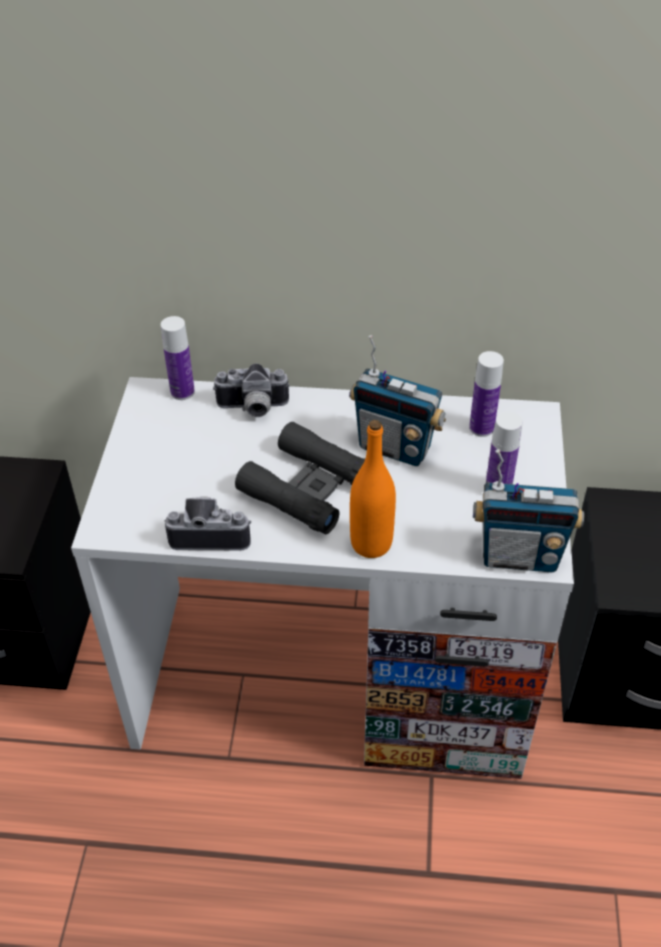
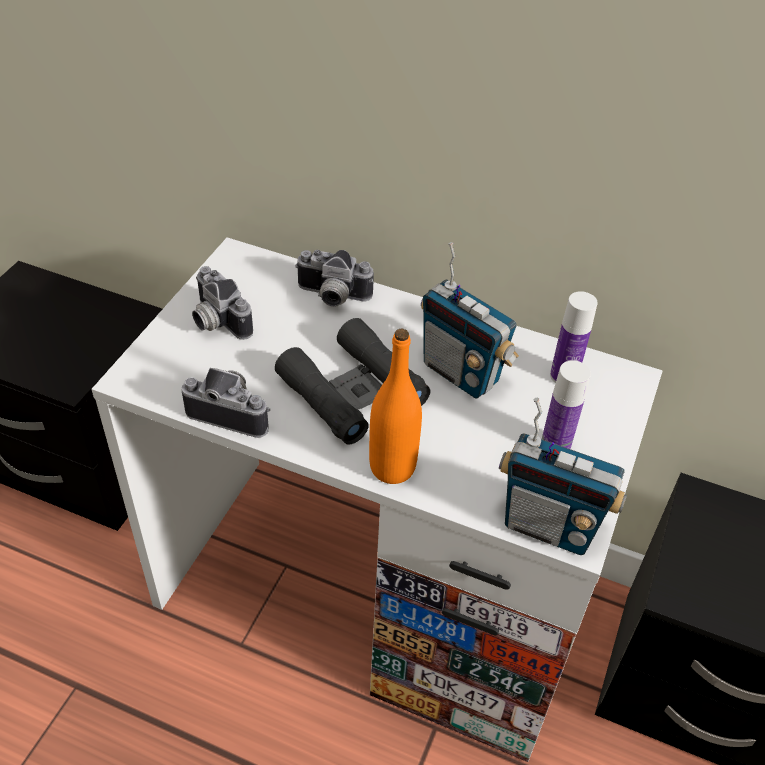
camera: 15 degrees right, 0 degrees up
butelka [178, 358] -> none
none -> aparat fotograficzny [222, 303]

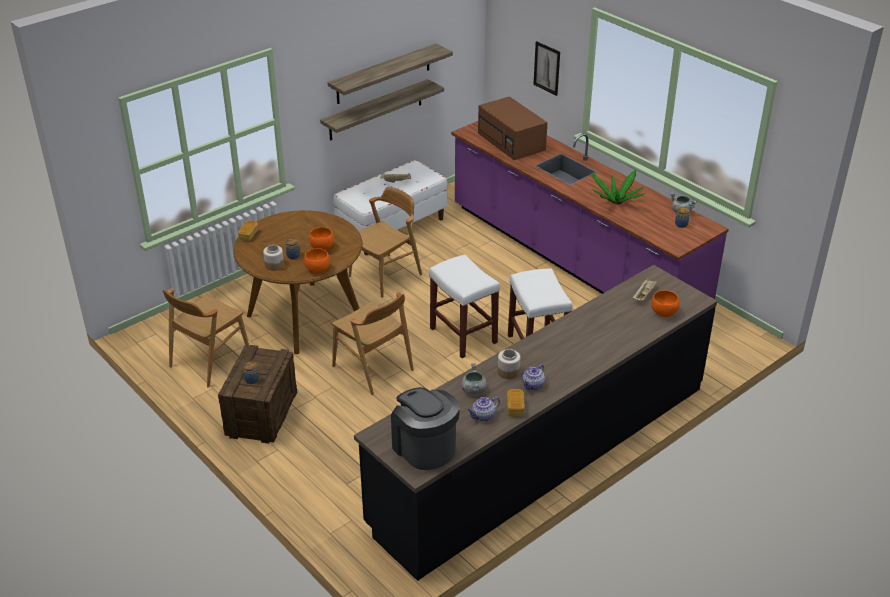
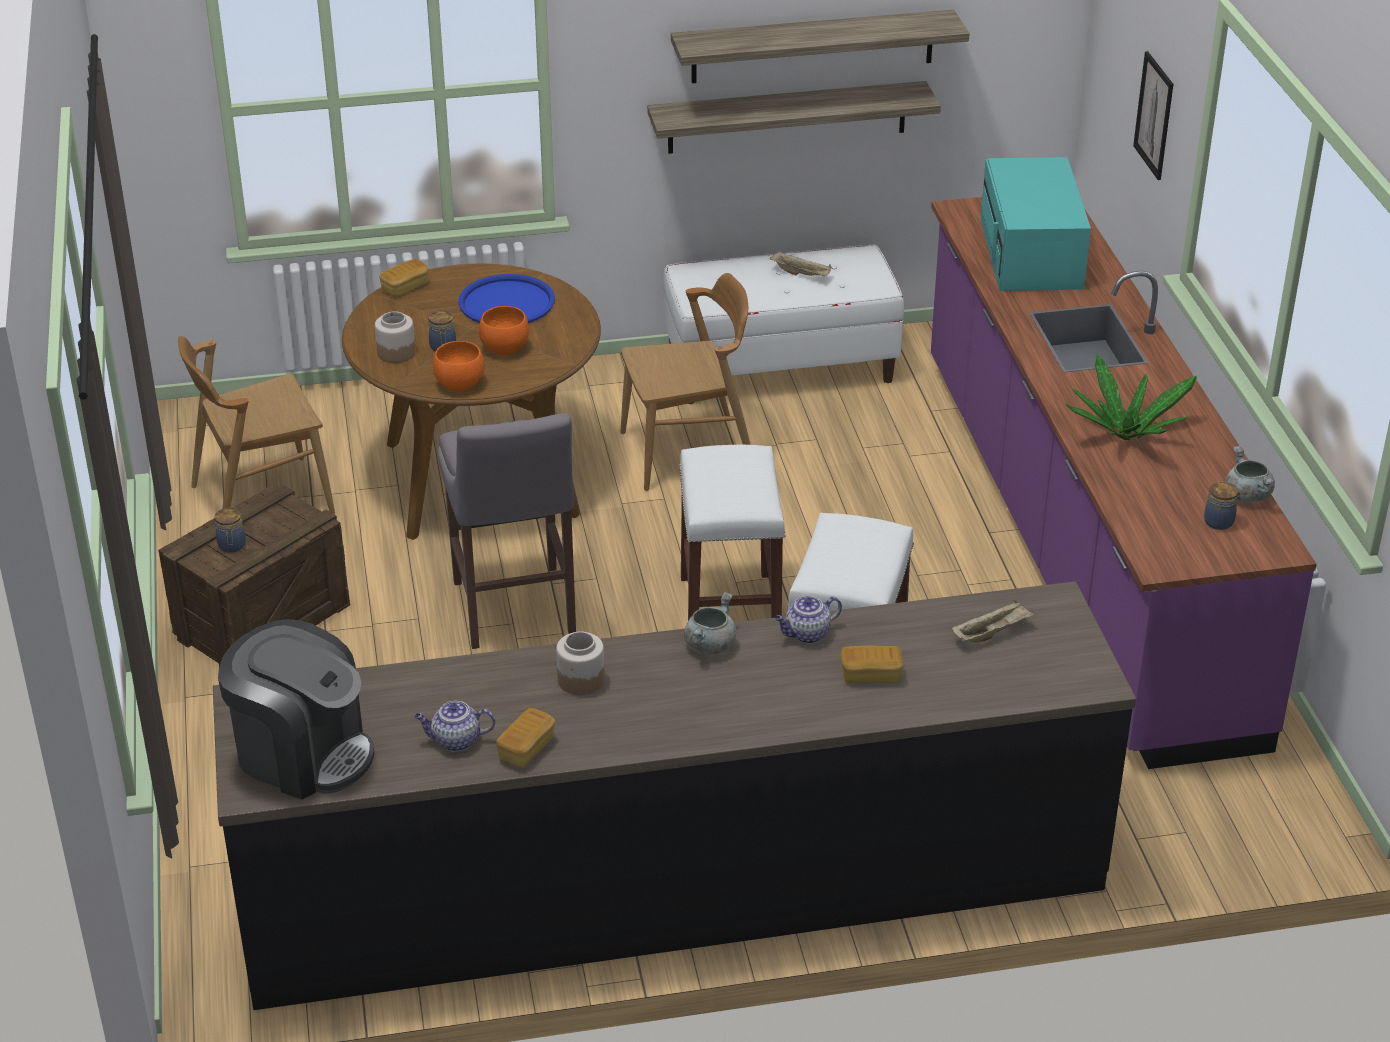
camera: 30 degrees right, 0 degrees up
miska/pomarańczowy [665, 303] -> none
none -> taca/niebieski [506, 298]
none -> chleb [872, 664]
garnek/szary [474, 379] -> garnek/szary [710, 623], moved
imbryk [533, 377] -> imbryk [808, 620], moved
krzesło/brązowy [373, 344] -> stołek/szary [507, 531]
mikrofalówka/brązowy [513, 128] -> mikrofalówka/turkusowy [1036, 224]
ekspres do kawy [425, 428] -> ekspres do kawy [296, 709], 120 degrees clockwise

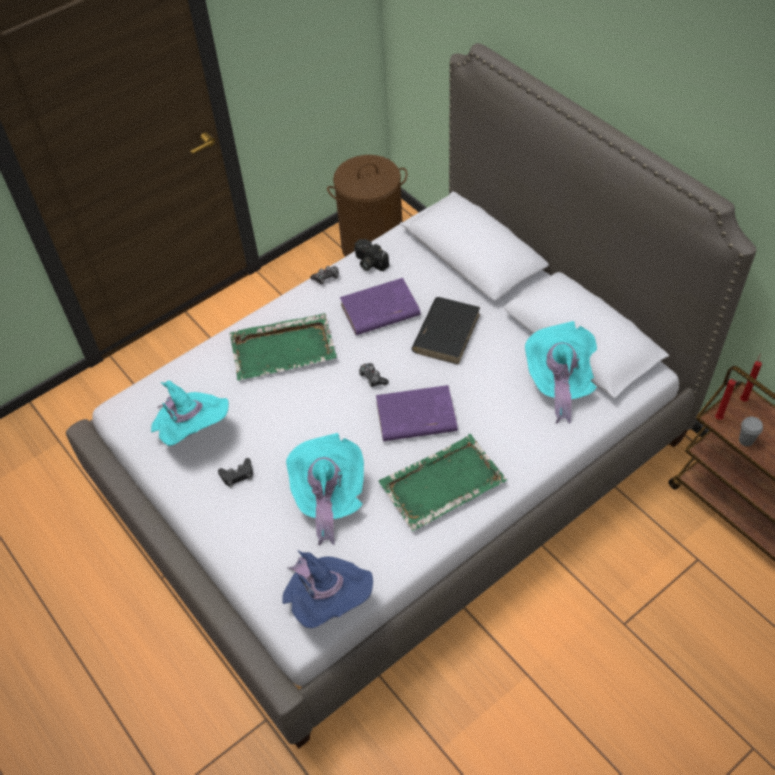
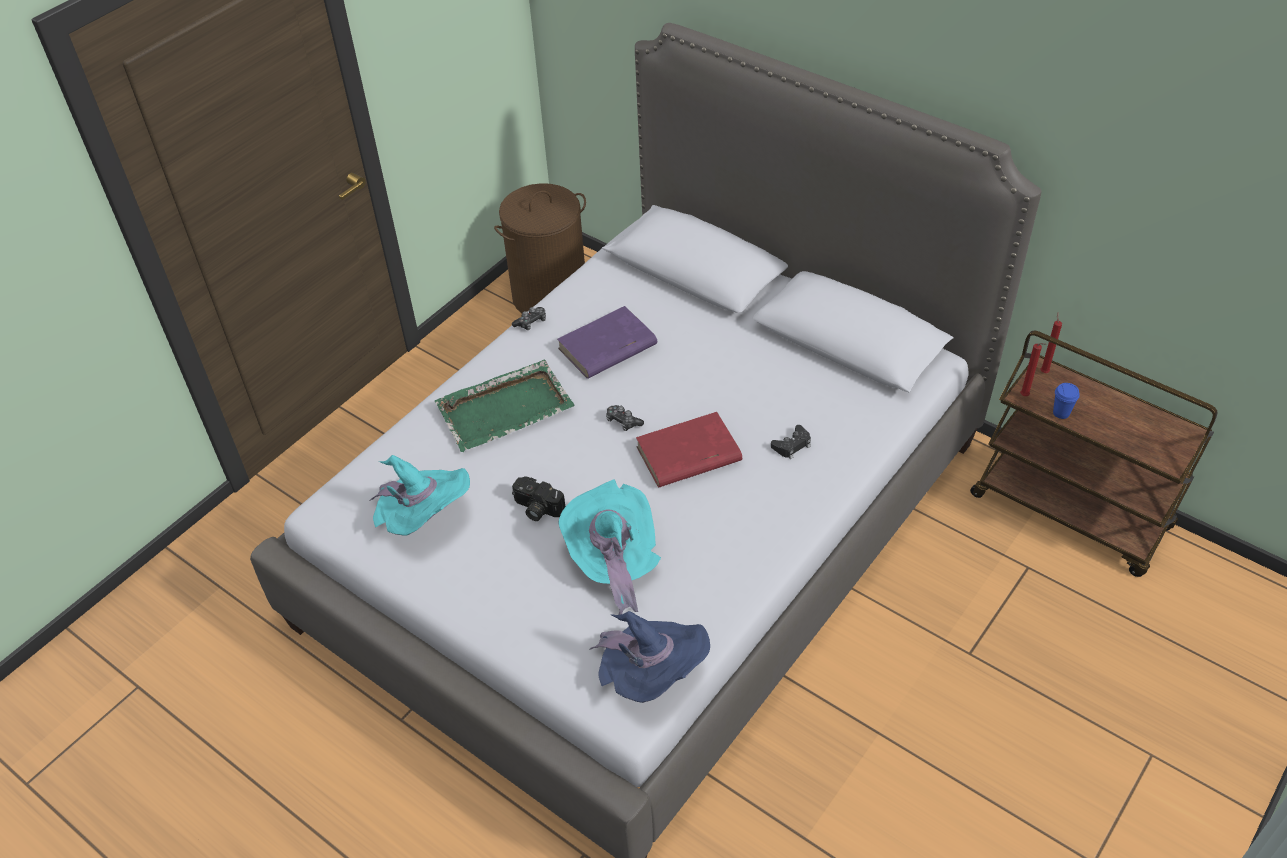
camera: 15 degrees left, 5 degrees down
taca/zielony [442, 482] -> none
książka/czarny [446, 331] -> none
kapelusz/turkusowy [561, 372] -> none
pad do gier/czarny [235, 473] -> pad do gier/czarny [791, 442], moved
aparat fotograficzny [371, 255] -> aparat fotograficzny [538, 498], moved
książka/fioletowy [417, 413] -> książka/czerwony [689, 449]
filiżanka/szary [751, 431] -> filiżanka/niebieski [1066, 401]

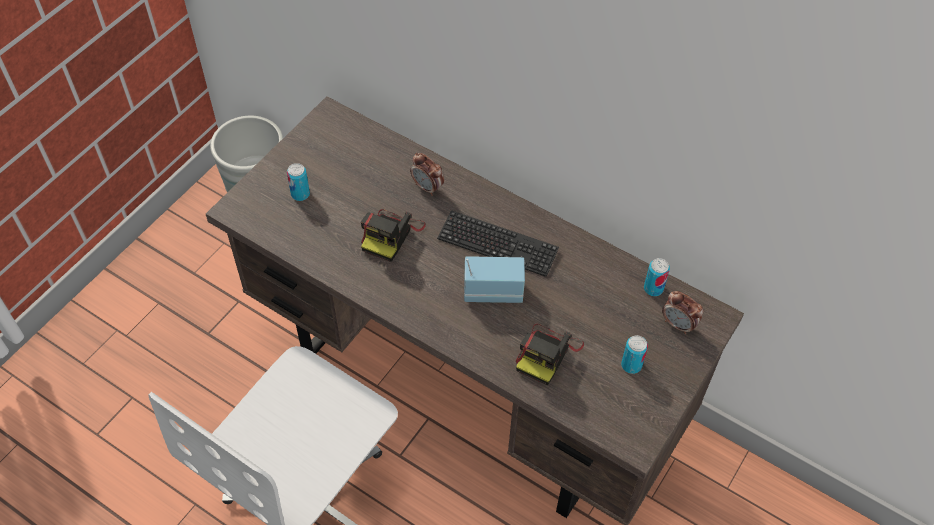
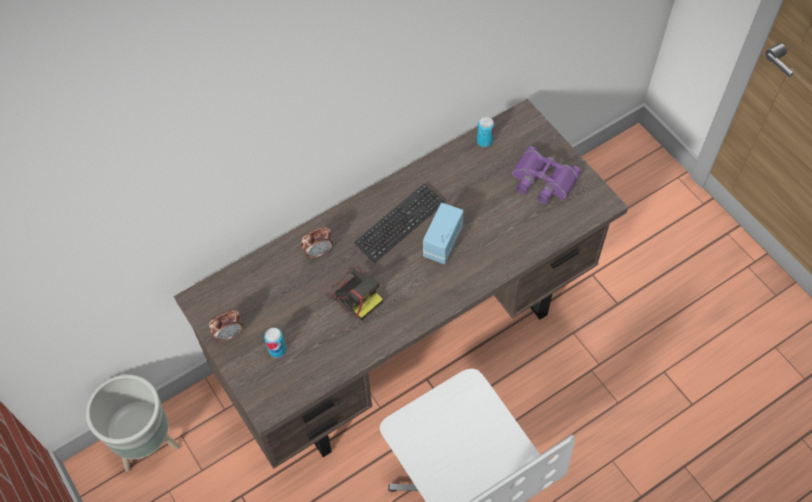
camera: 65 degrees left, 5 degrees up
aparat fotograficzny [550, 354] -> none
budzik [682, 312] -> budzik [226, 326], moved
puszka [634, 354] -> lornetka/fioletowy [546, 175]

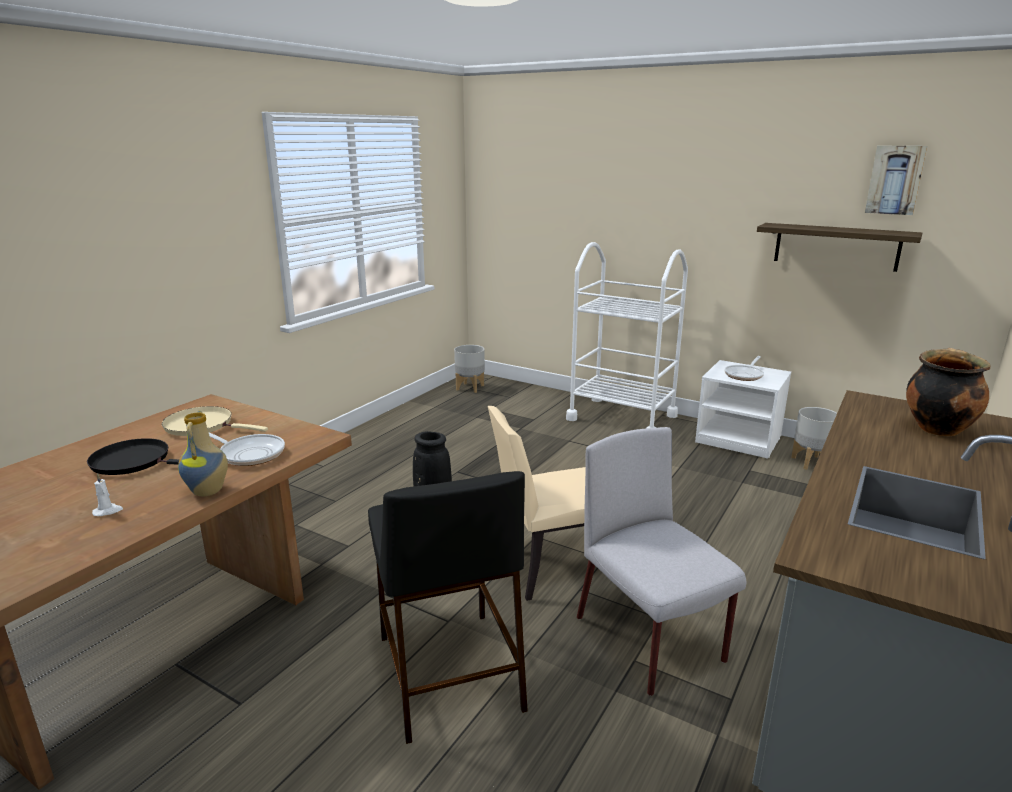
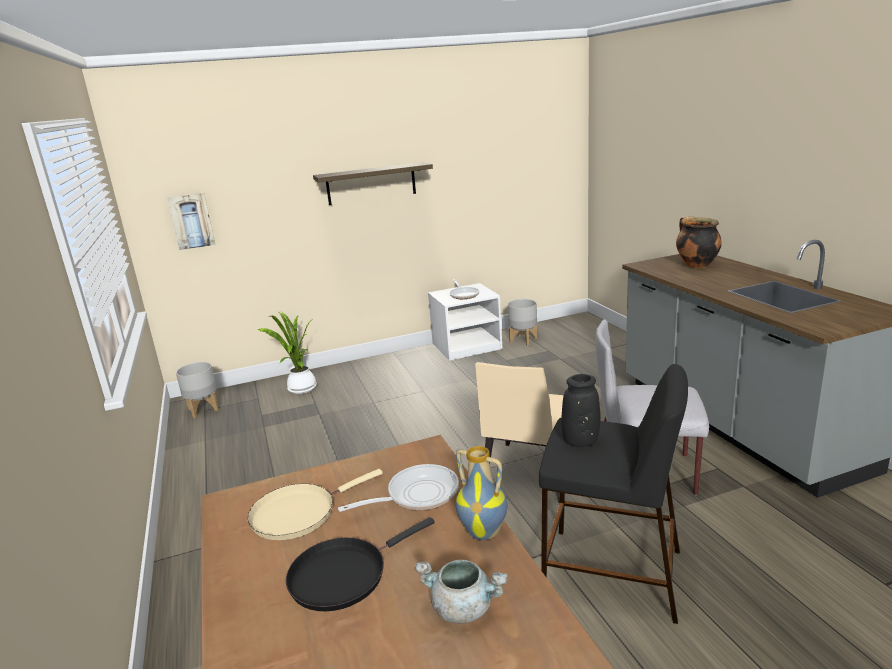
camera: 50 degrees left, 0 degrees up
wózek/biały [627, 335] -> none
none -> roślina doniczkowa [287, 353]
półka [839, 247] -> półka [373, 183], moved
obraz [896, 180] -> obraz [191, 221], moved
świeca/biały [107, 494] -> garnek/szary [461, 591]

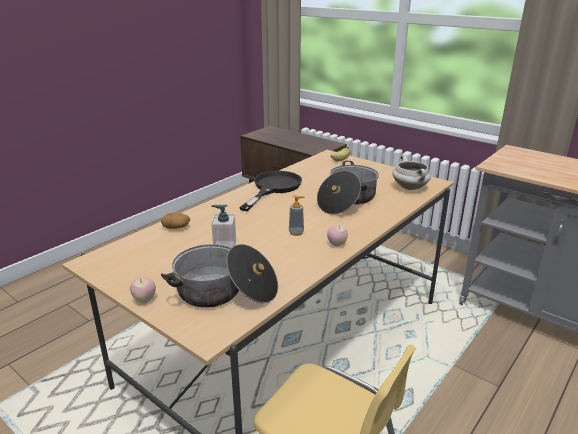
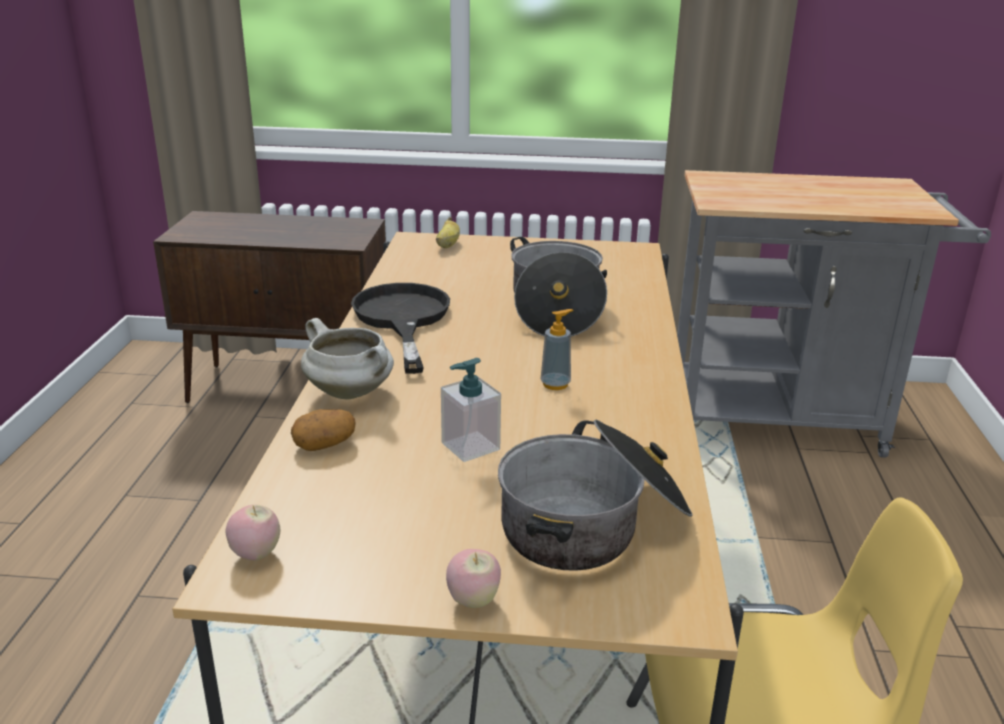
camera: 35 degrees left, 0 degrees up
jabłko [337, 235] -> jabłko [253, 533], moved
garnek/biały [411, 172] -> garnek/biały [347, 358], moved

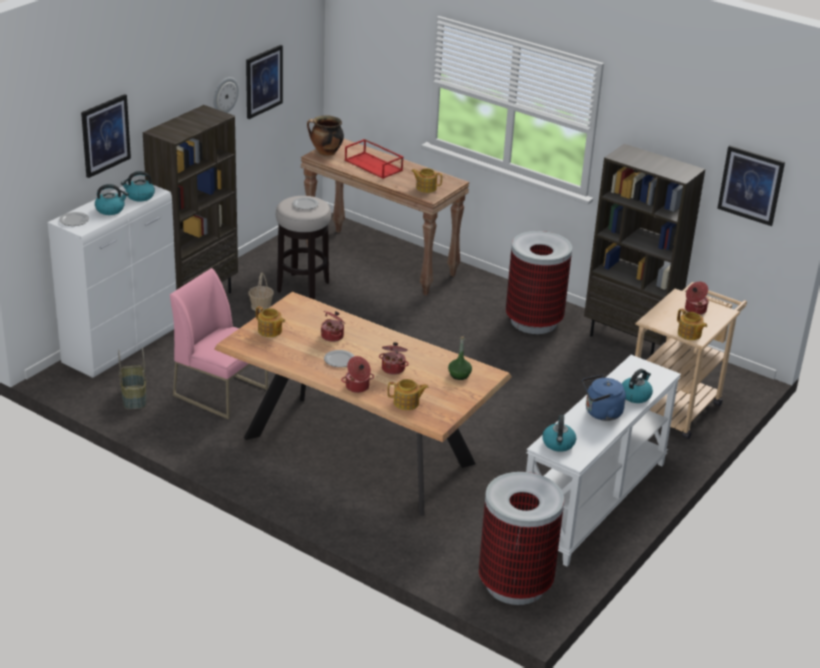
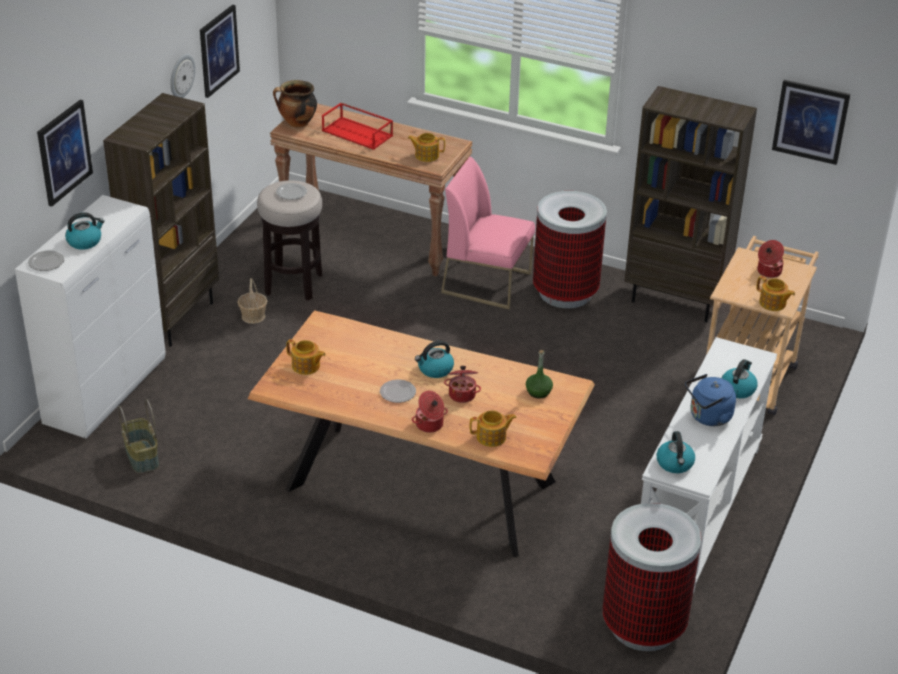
camera: 10 degrees left, 5 degrees up
garnek [333, 326] -> none
czajnik [138, 186] -> czajnik [434, 359], moved
krzesło/różowy [219, 343] -> krzesło/różowy [488, 233], moved

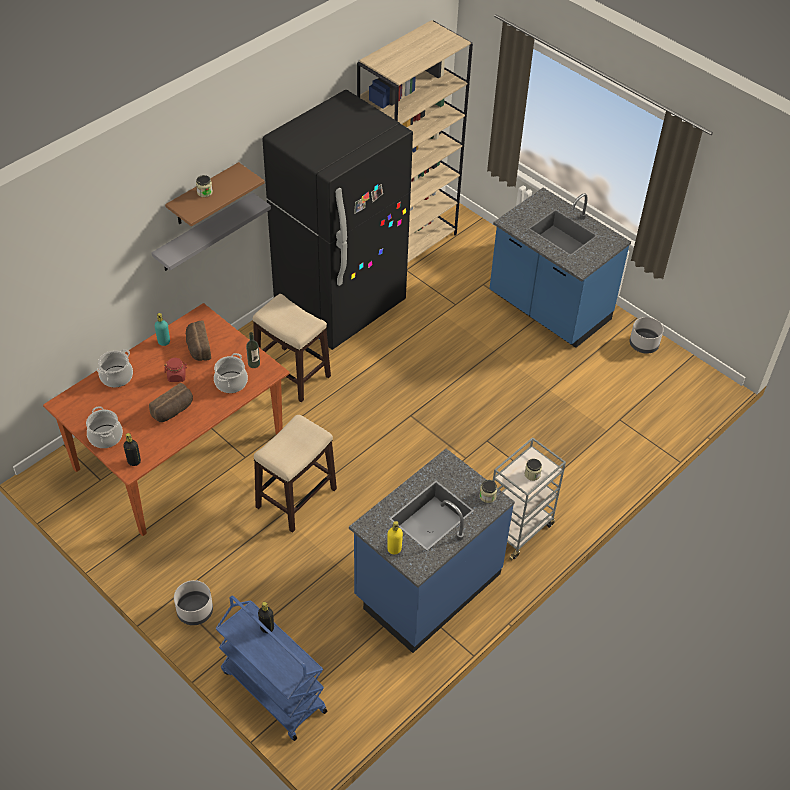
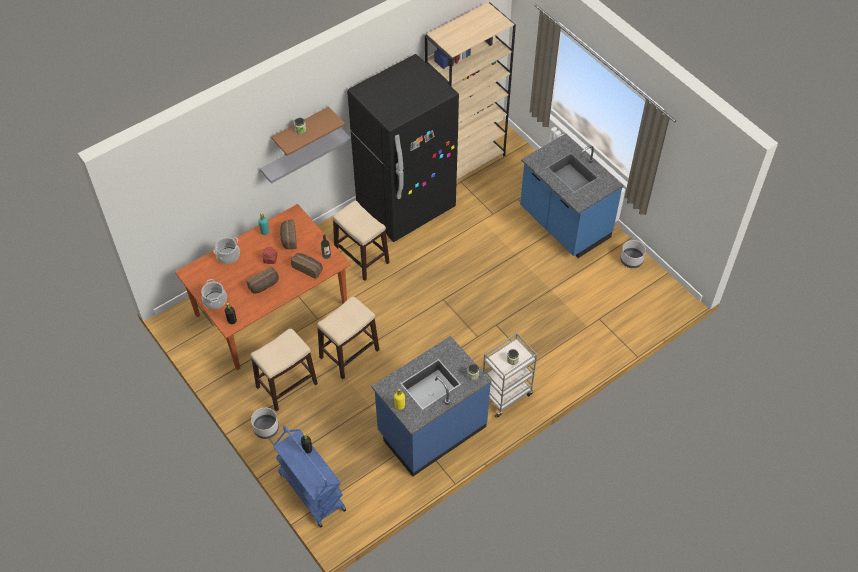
camera: 10 degrees right, 5 degrees up
none -> stołek [284, 370]
garnek [231, 373] -> chleb [307, 266]

